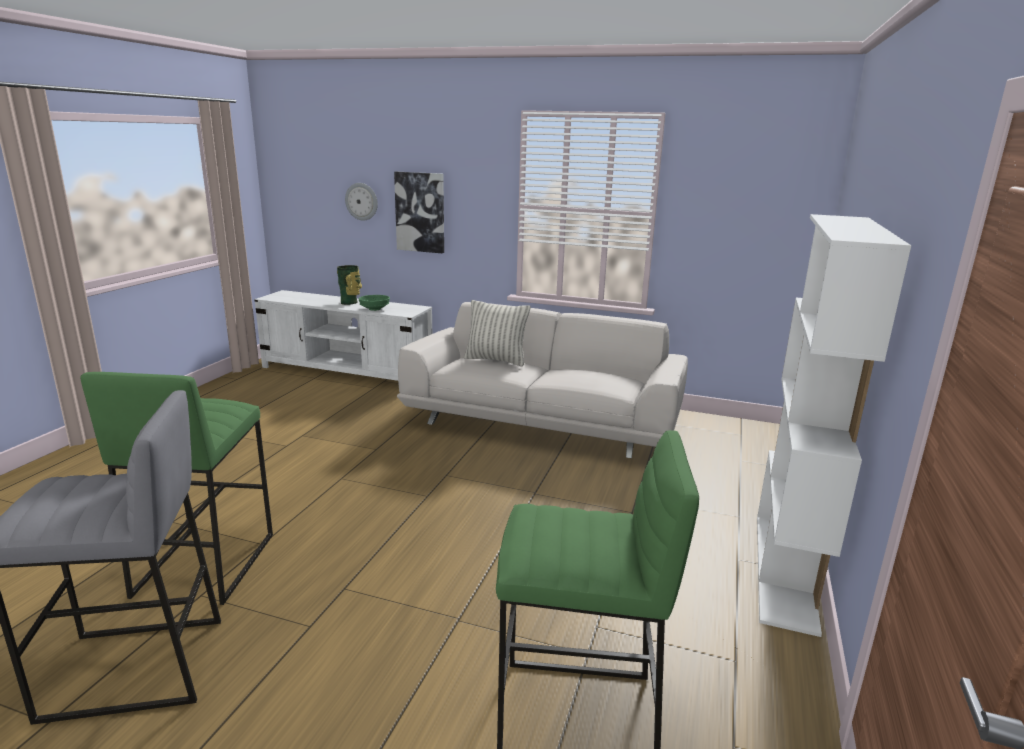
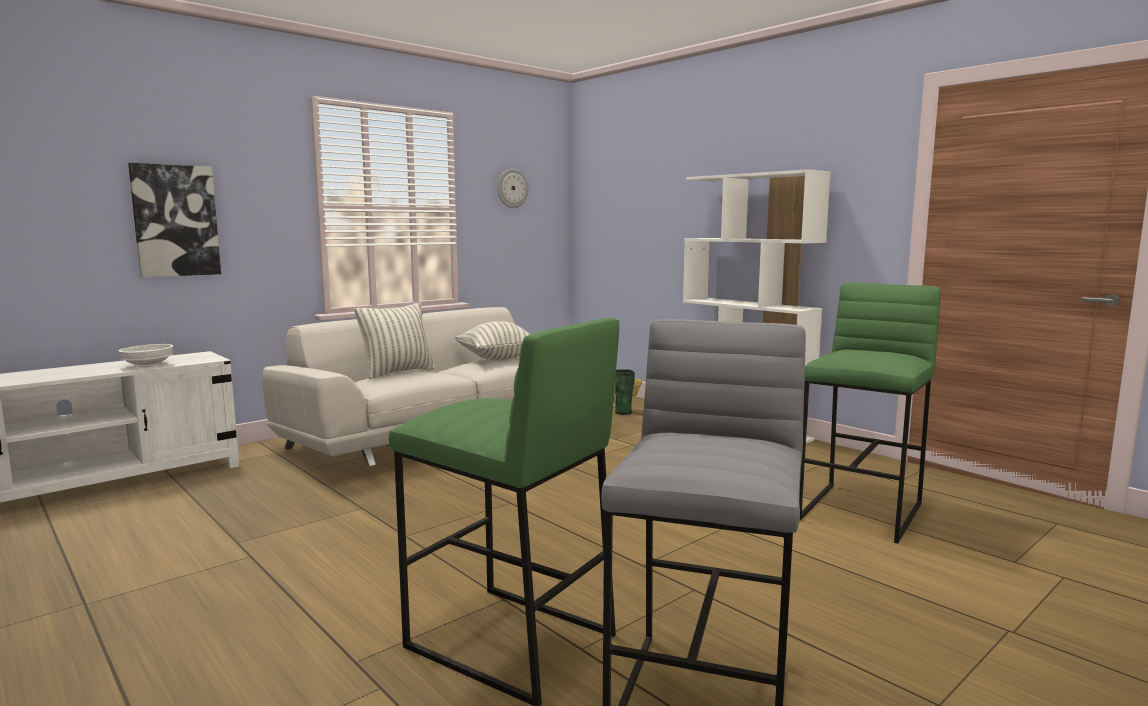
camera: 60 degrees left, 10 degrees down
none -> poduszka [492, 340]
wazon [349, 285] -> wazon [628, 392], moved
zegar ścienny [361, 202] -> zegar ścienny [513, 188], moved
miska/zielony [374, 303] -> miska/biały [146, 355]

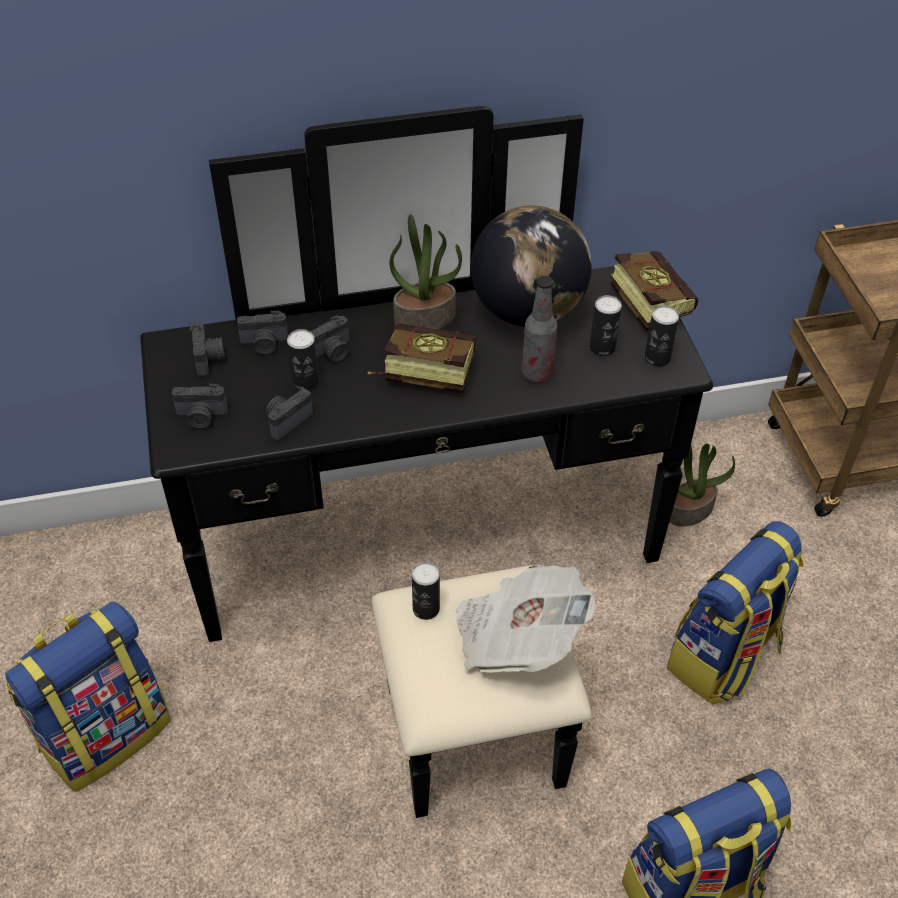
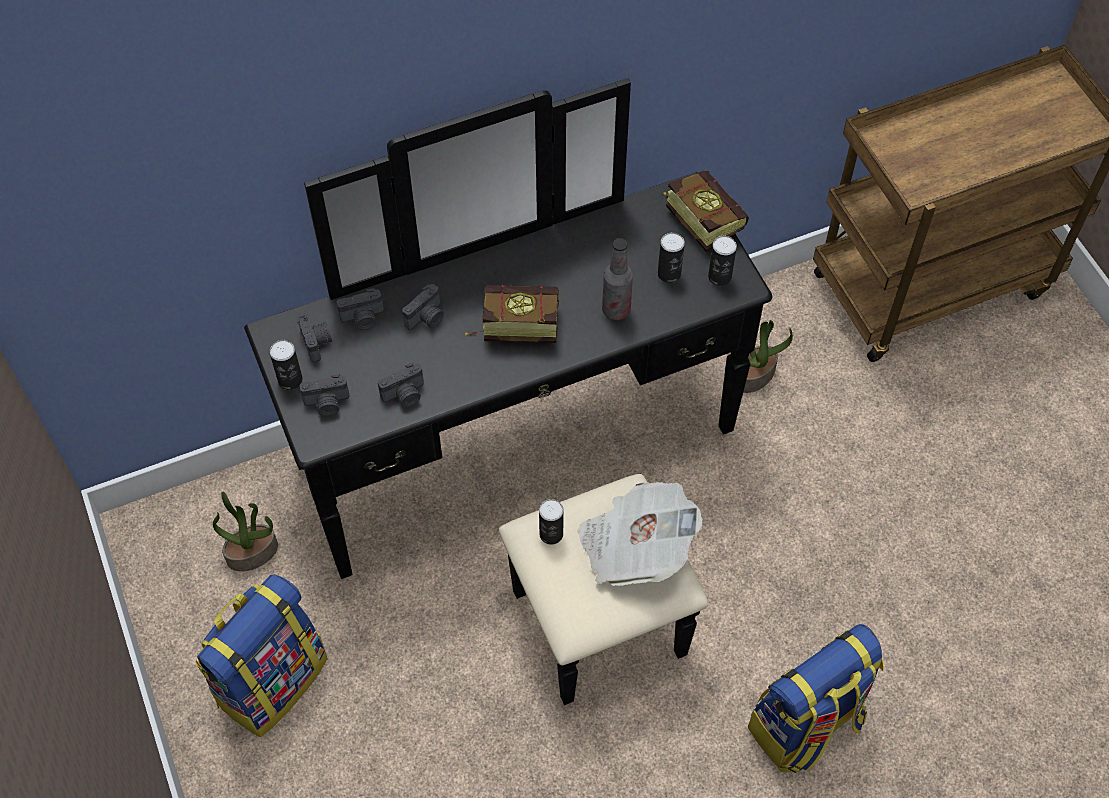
camera: 10 degrees left, 10 degrees up
globus [531, 266] -> none
plecak [735, 613] -> none
puszka [303, 360] -> puszka [286, 365], moved
roślina doniczkowa [425, 271] -> roślina doniczkowa [245, 531], moved
aparat fotograficzny [289, 415] -> aparat fotograficzny [401, 385], 150 degrees counterclockwise

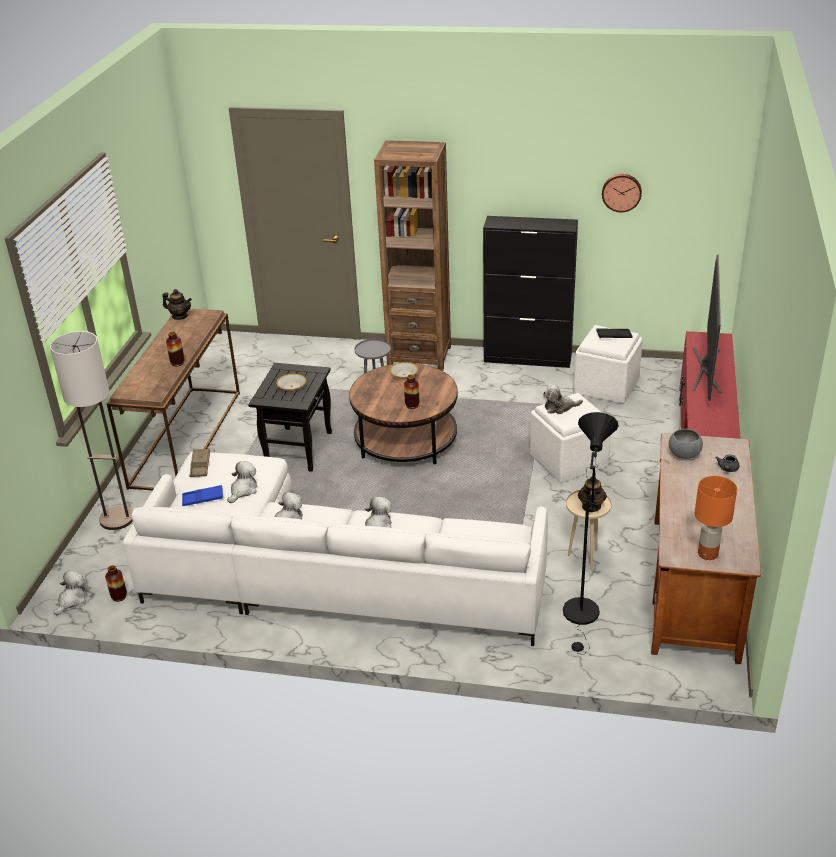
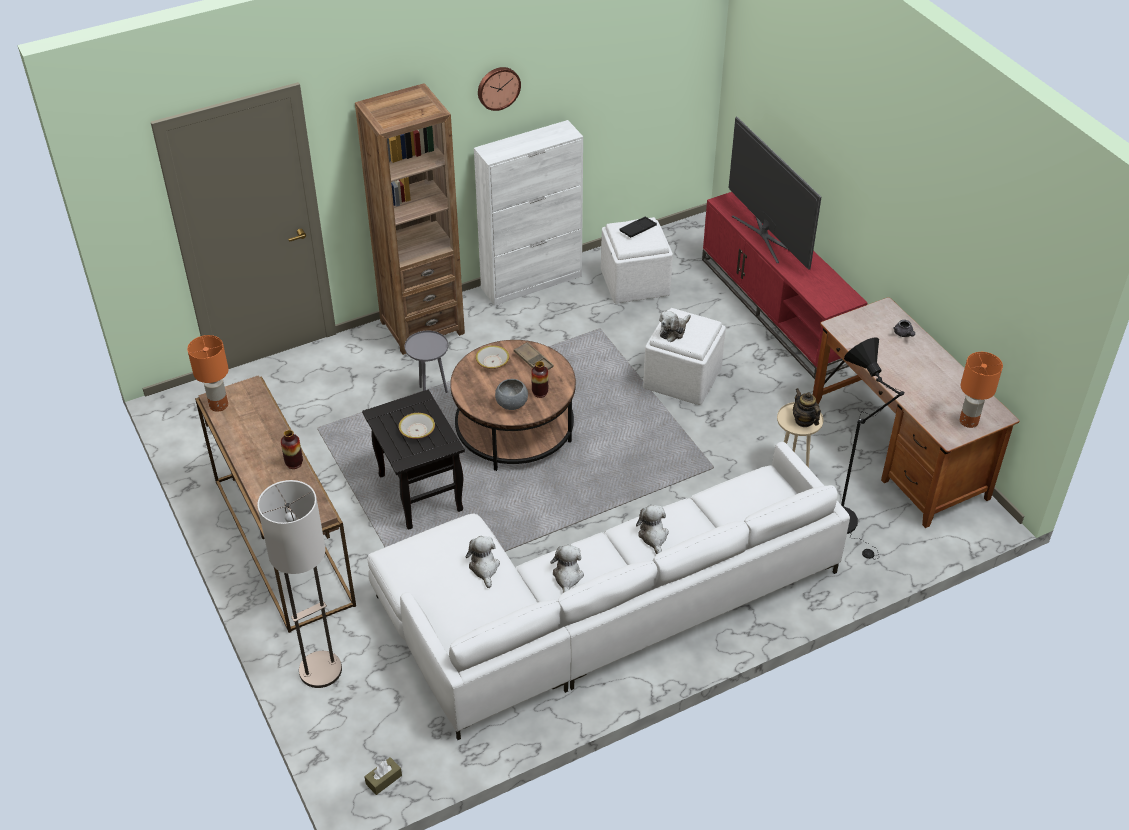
camera: 40 degrees left, 10 degrees up
wazon [116, 583] -> none
taca/niebieski [202, 495] -> none
taca/brązowy [199, 462] -> taca/brązowy [534, 356], moved
zegar ścienny [622, 193] -> zegar ścienny [499, 89], moved
miska/szary [686, 444] -> miska/szary [511, 394], moved
pluszak [70, 593] -> pudełko chusteczek/brązowy [383, 776]
imbryk [177, 304] -> lampa stołowa/pomarańczowy [208, 373]
szafka/czarny [530, 292] -> szafka/biały [528, 213]

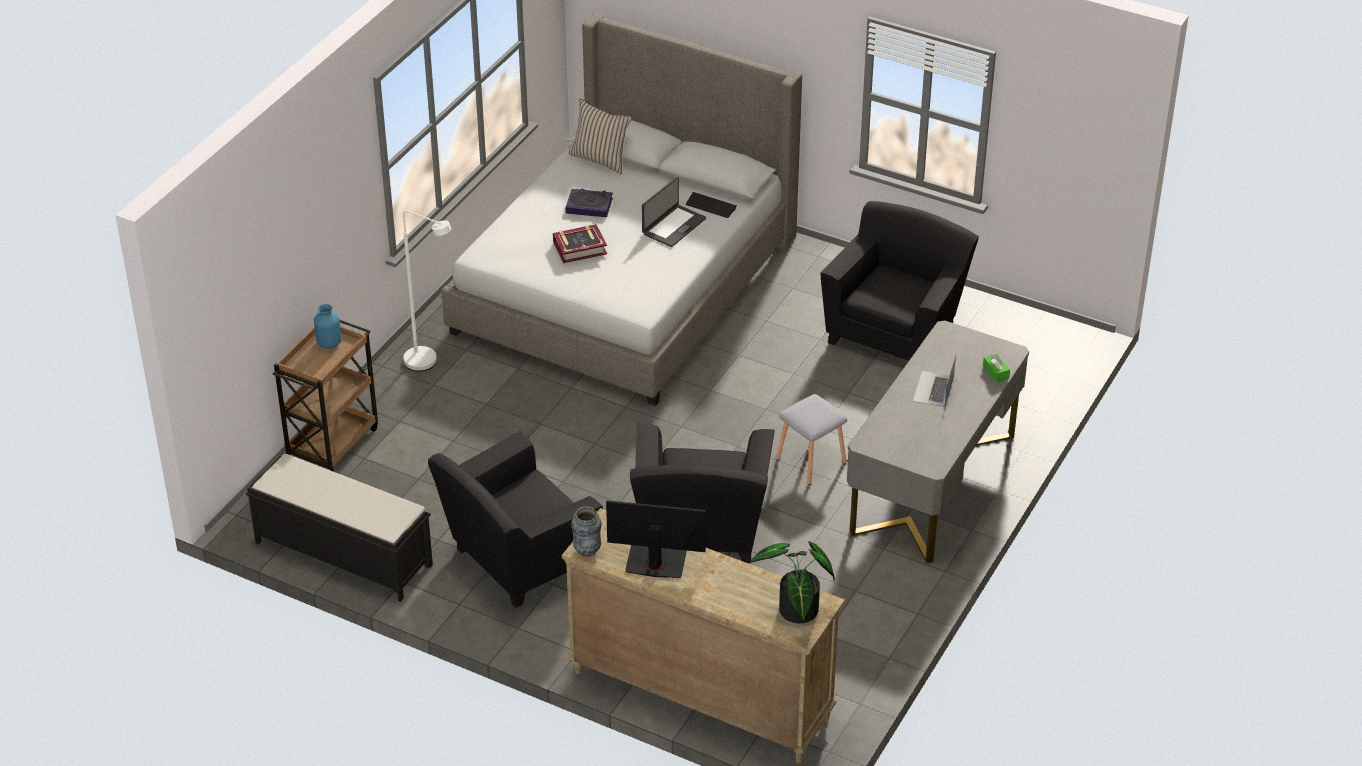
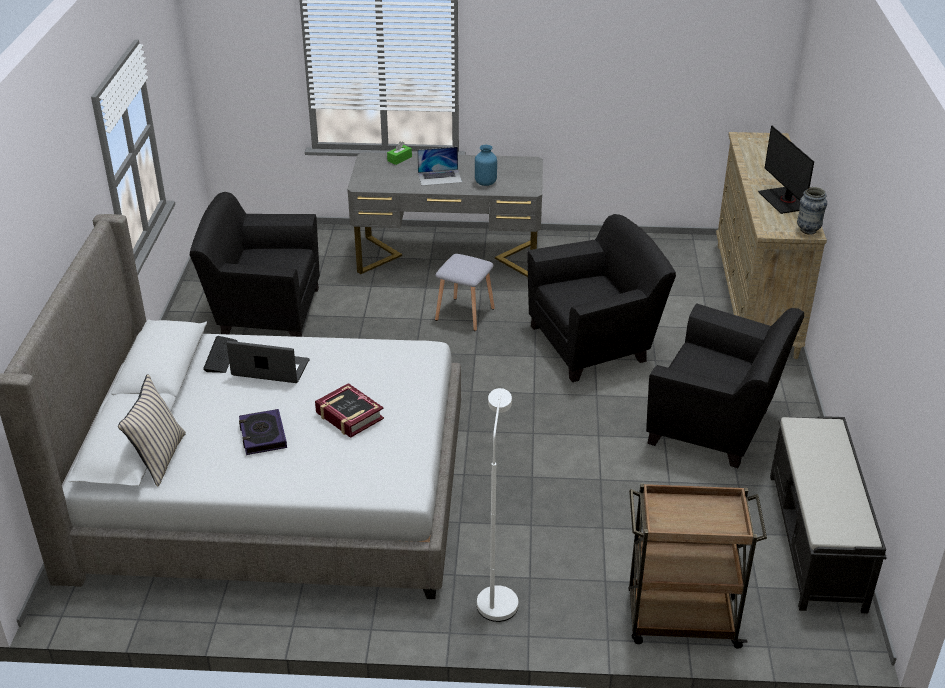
camera: 115 degrees left, 5 degrees down
roślina doniczkowa [792, 582] -> none
wazon/niebieski [328, 326] -> wazon/niebieski [486, 165], moved

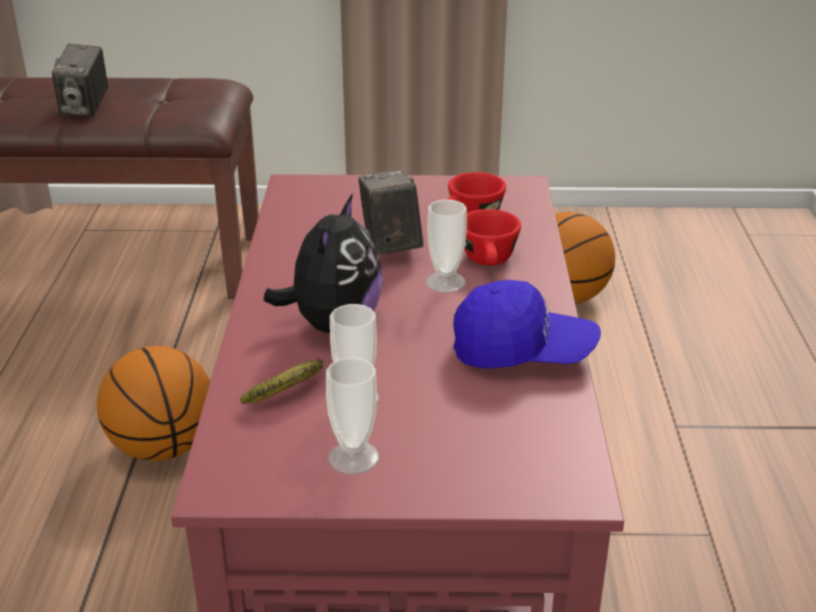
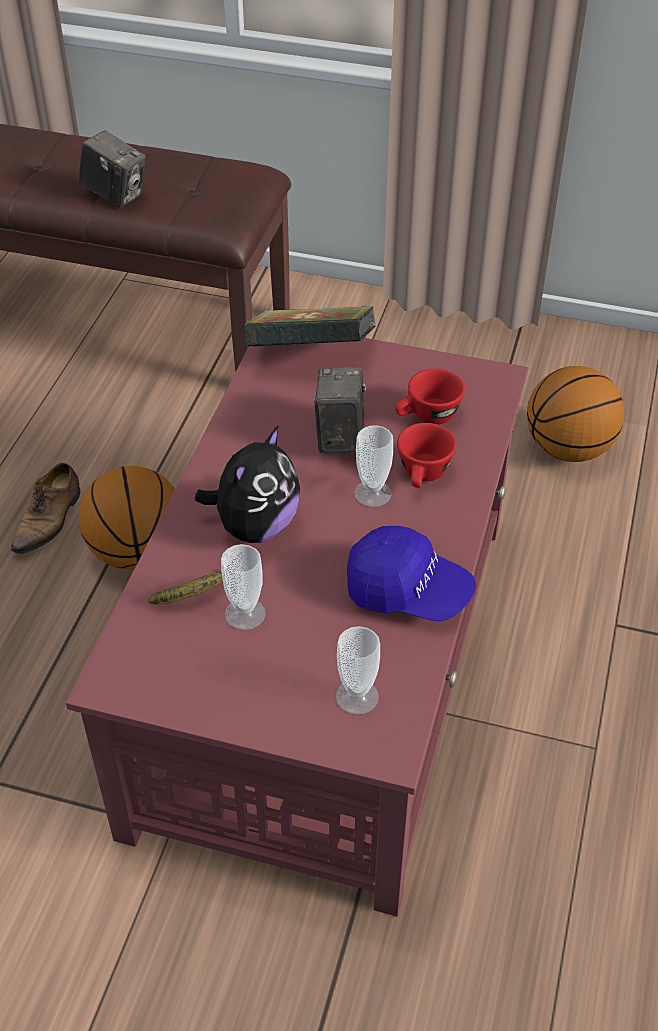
camera: 15 degrees right, 15 degrees up
none -> but [46, 508]
none -> książka [310, 326]
filiżanka [352, 416] -> filiżanka [358, 670], moved
aparat fotograficzny [80, 80] -> aparat fotograficzny [112, 169], 75 degrees counterclockwise

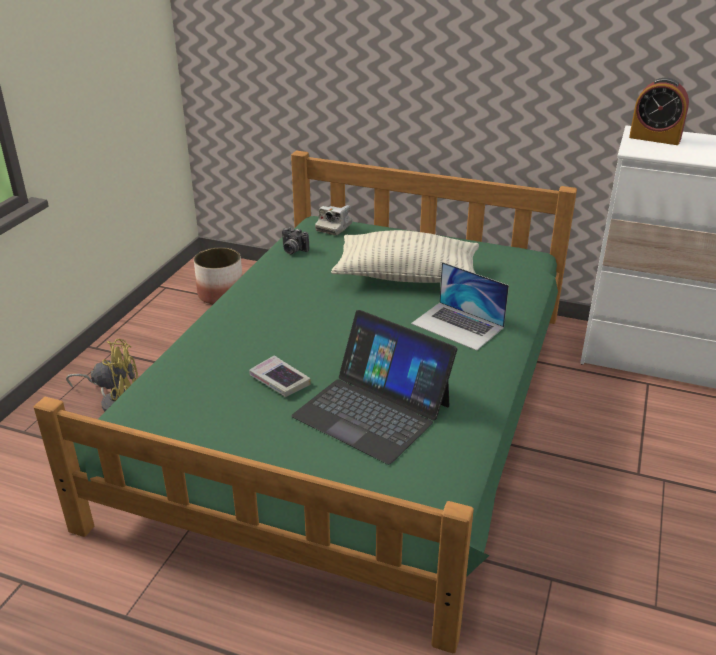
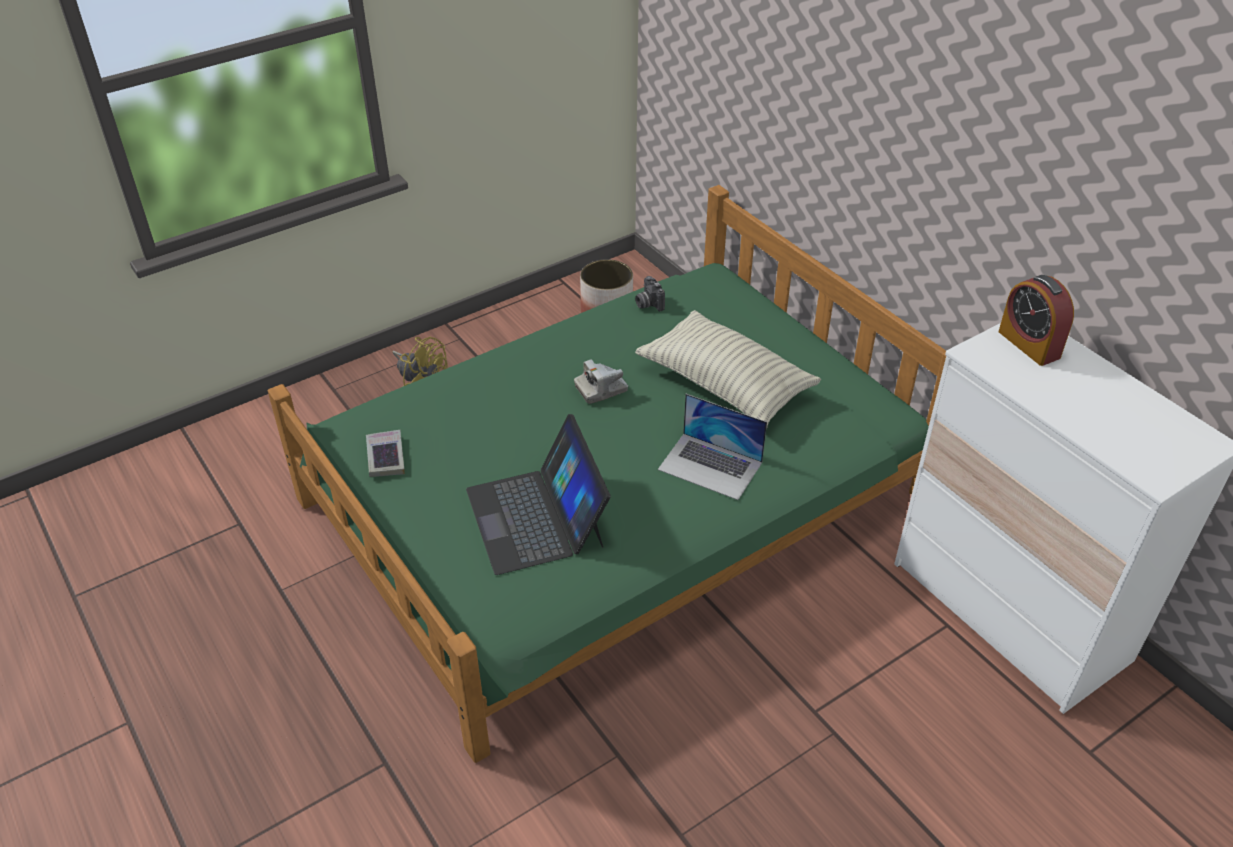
camera: 35 degrees right, 10 degrees up
książka [280, 376] -> książka [385, 453], moved
aparat fotograficzny [334, 220] -> aparat fotograficzny [601, 382], moved
laptop [460, 306] -> laptop [712, 447], 45 degrees counterclockwise

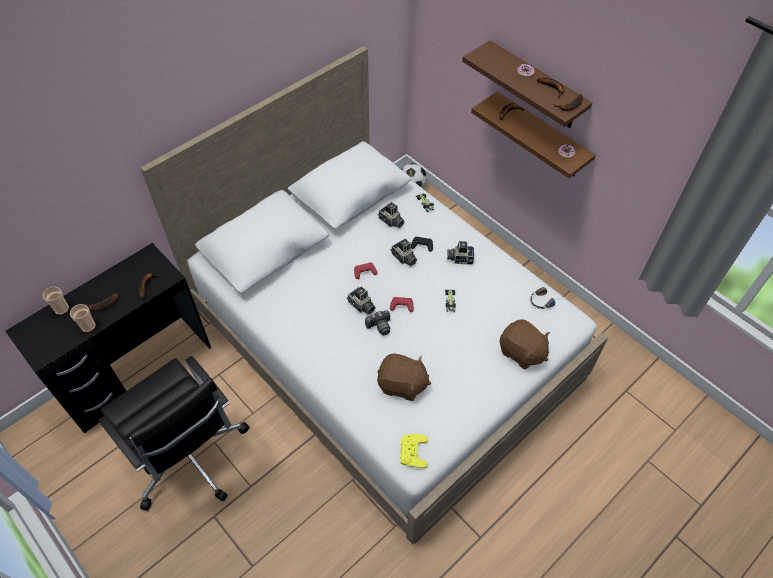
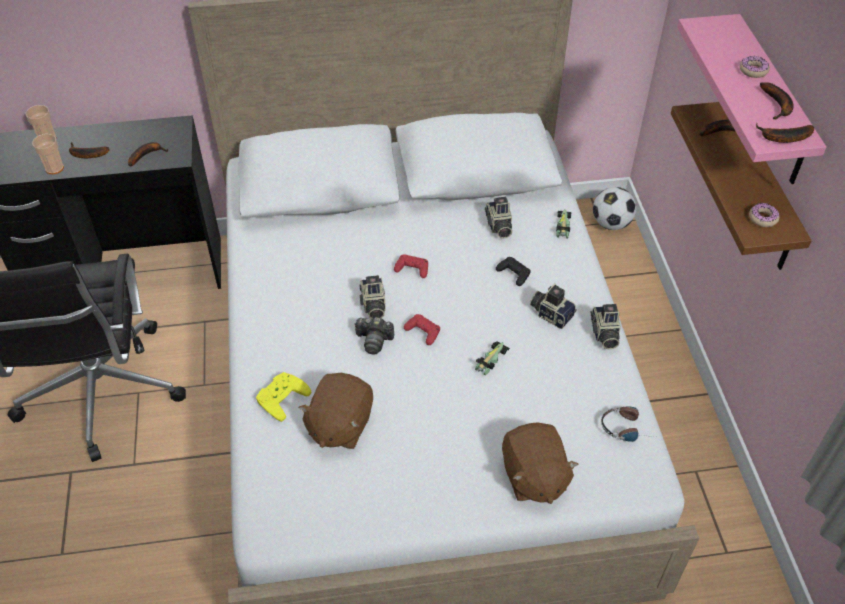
camera: 35 degrees right, 5 degrees down
aparat fotograficzny [403, 252] -> aparat fotograficzny [605, 326], moved
pad do gier/żółty [414, 451] -> pad do gier/żółty [283, 397], moved
półka/brązowy [527, 84] -> półka/różowy [751, 99]
pluszak/brązowy [404, 377] -> pluszak/brązowy [335, 411], 60 degrees clockwise

